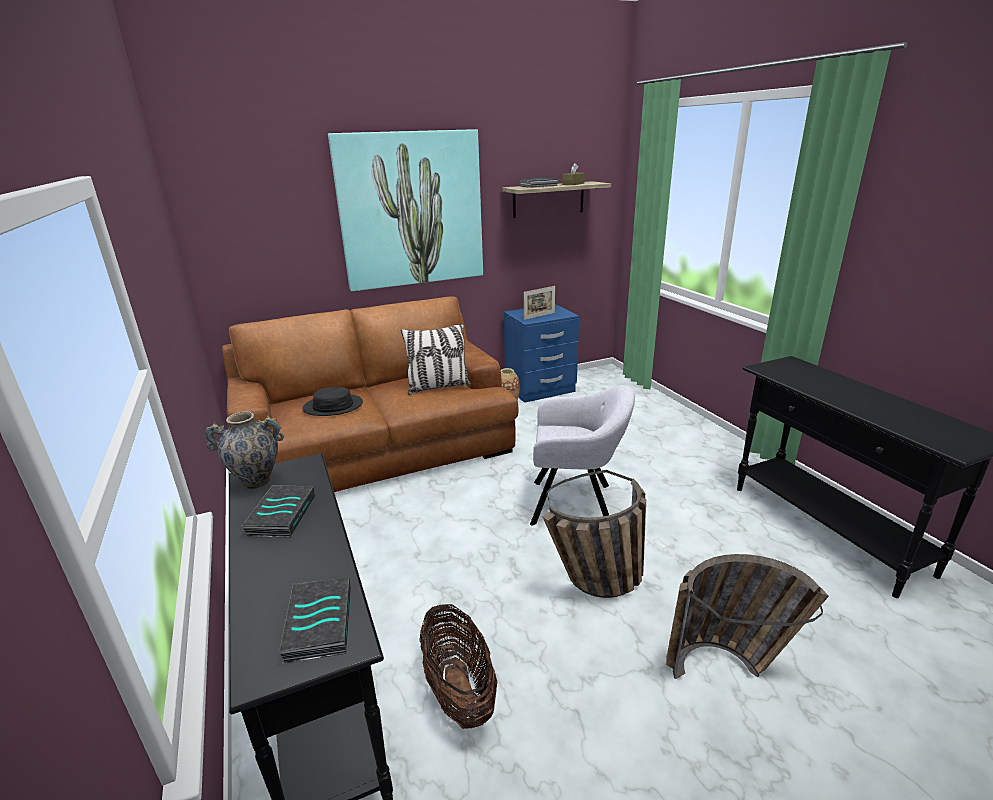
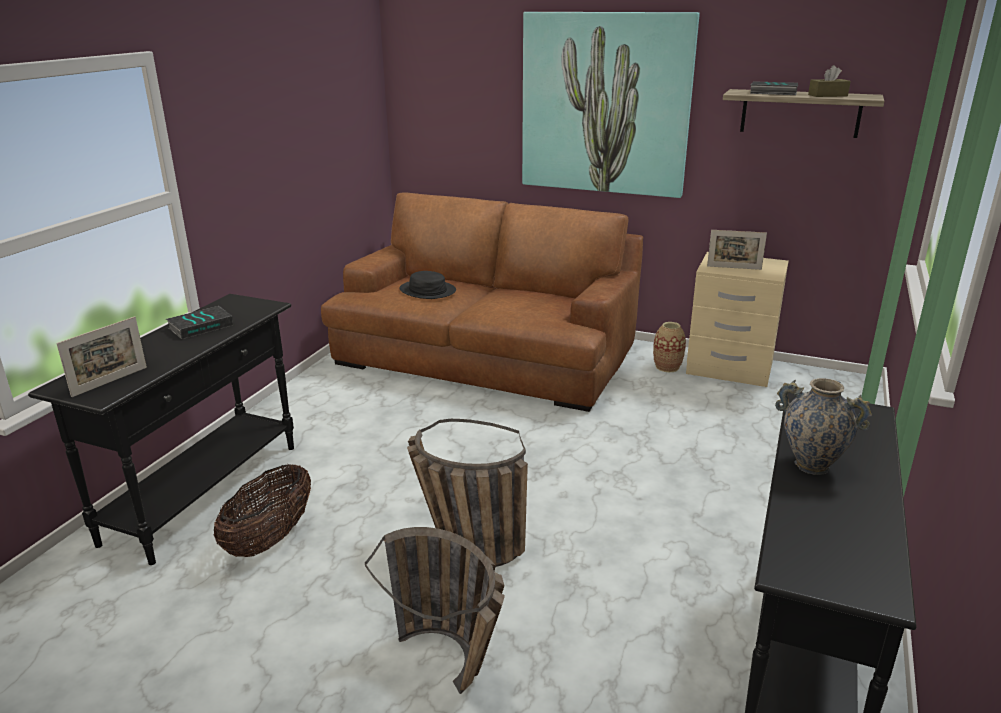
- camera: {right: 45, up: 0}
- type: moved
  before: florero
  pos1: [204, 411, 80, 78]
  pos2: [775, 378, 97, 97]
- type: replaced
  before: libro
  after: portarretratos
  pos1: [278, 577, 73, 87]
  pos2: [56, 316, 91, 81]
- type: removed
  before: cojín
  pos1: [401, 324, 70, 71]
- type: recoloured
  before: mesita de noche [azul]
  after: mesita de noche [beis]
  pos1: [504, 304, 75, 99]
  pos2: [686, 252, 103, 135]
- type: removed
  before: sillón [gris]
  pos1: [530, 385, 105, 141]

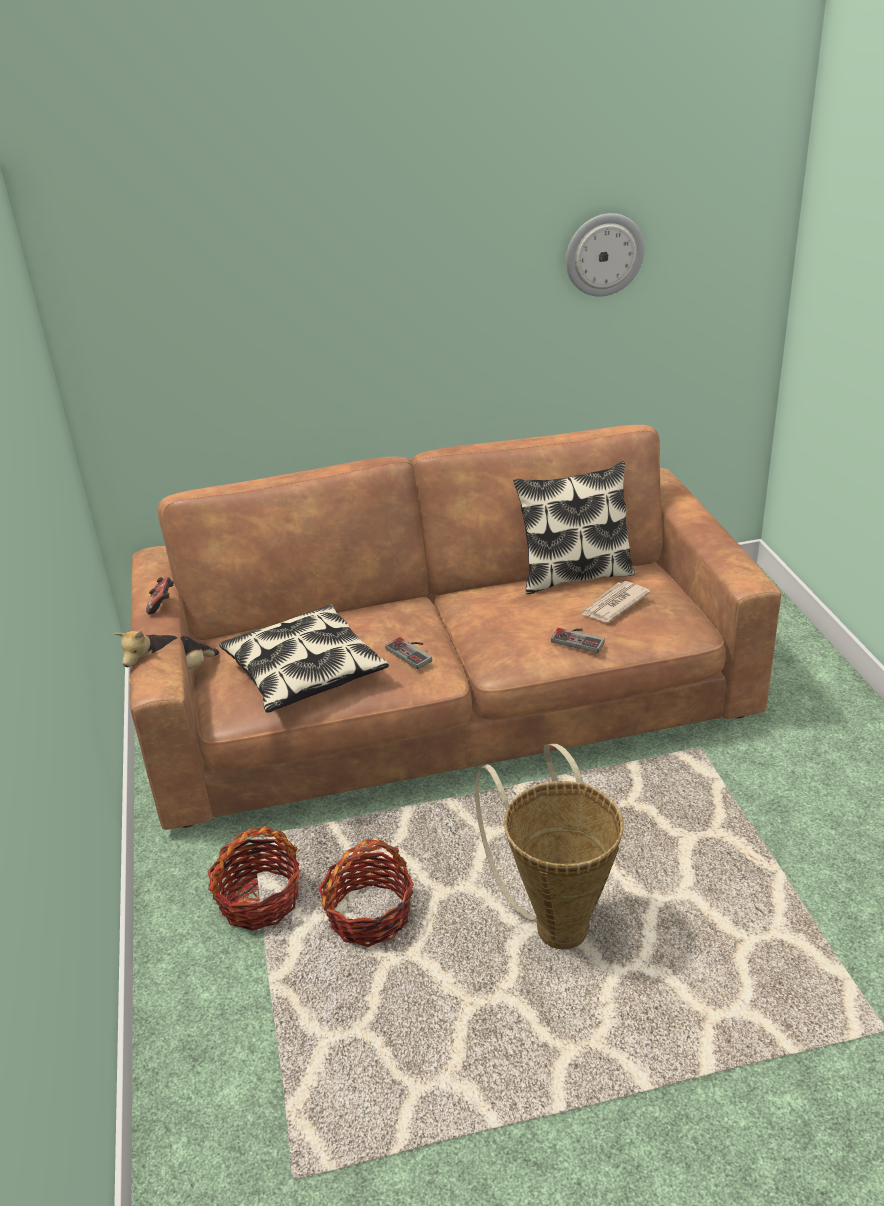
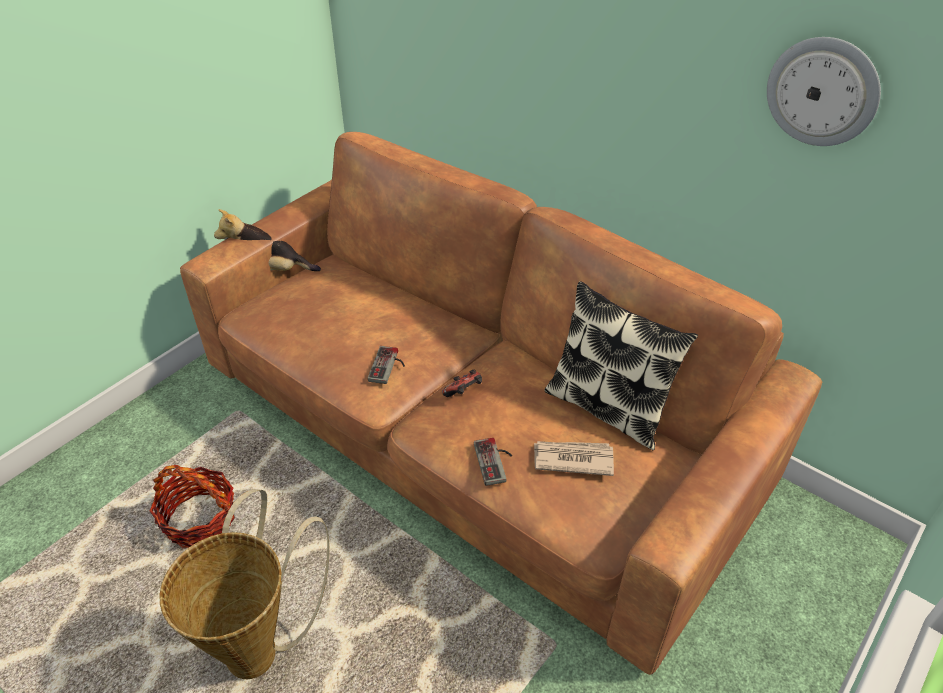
- camera: {right: 50, up: 10}
- type: moved
  before: mando de consola
  pos1: [146, 577, 28, 38]
  pos2: [442, 369, 40, 28]
- type: removed
  before: cesta
  pos1: [208, 826, 92, 105]
- type: removed
  before: cojín
  pos1: [219, 604, 170, 109]

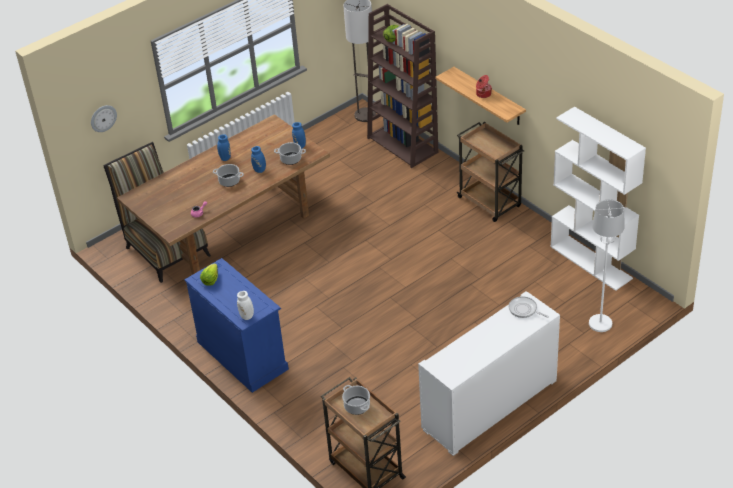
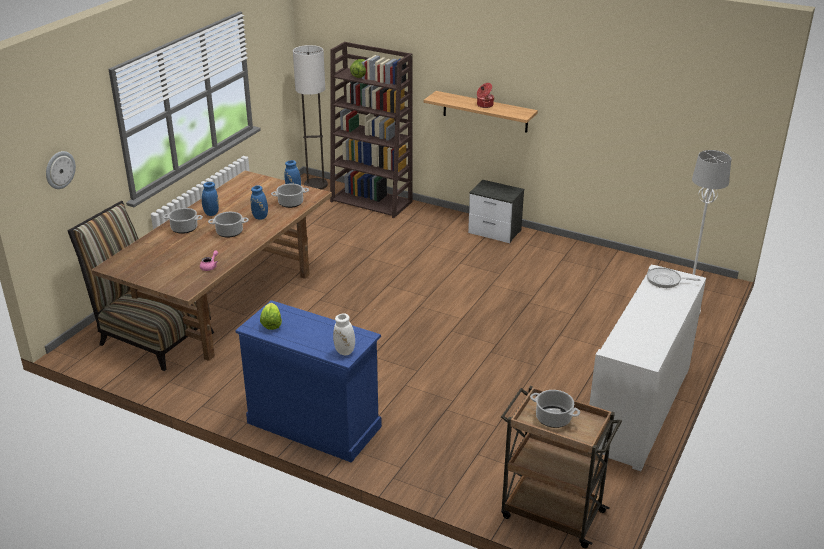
- camera: {right: -25, up: -10}
- type: replaced
  before: carrito [marrón]
  after: mesita de noche
  pos1: [456, 122, 68, 100]
  pos2: [468, 180, 56, 63]
- type: removed
  before: estantería [blanco]
  pos1: [551, 107, 95, 184]
- type: added
  after: olla
  pos2: [163, 208, 40, 26]

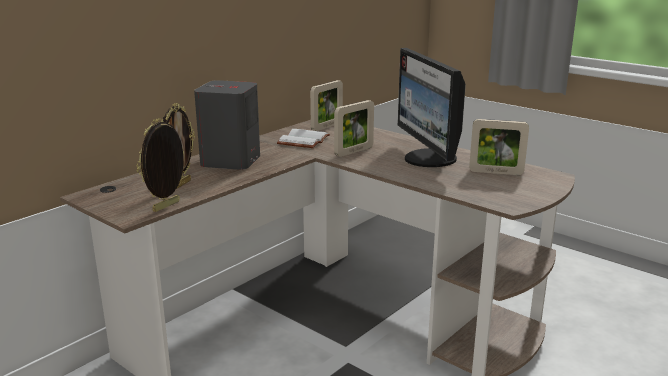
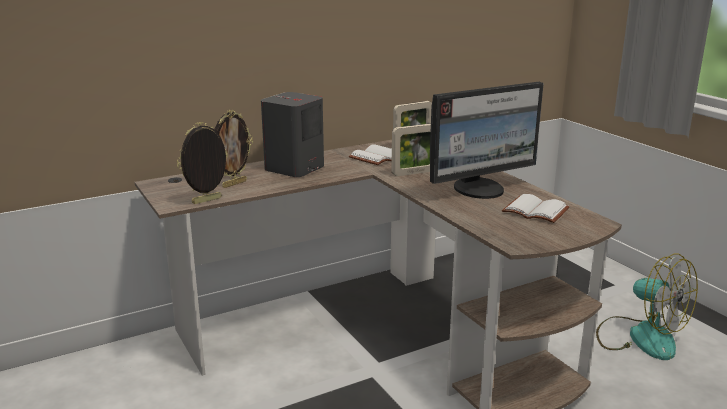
- camera: {right: 20, up: 0}
- type: turned
  before: monitor
  pos1: [398, 48, 68, 119]
  pos2: [430, 82, 114, 117]
  turn: -120
- type: replaced
  before: portarretratos
  after: libro [blanco]
  pos1: [469, 119, 60, 56]
  pos2: [502, 194, 68, 29]
- type: added
  after: ventilador
  pos2: [596, 254, 102, 106]

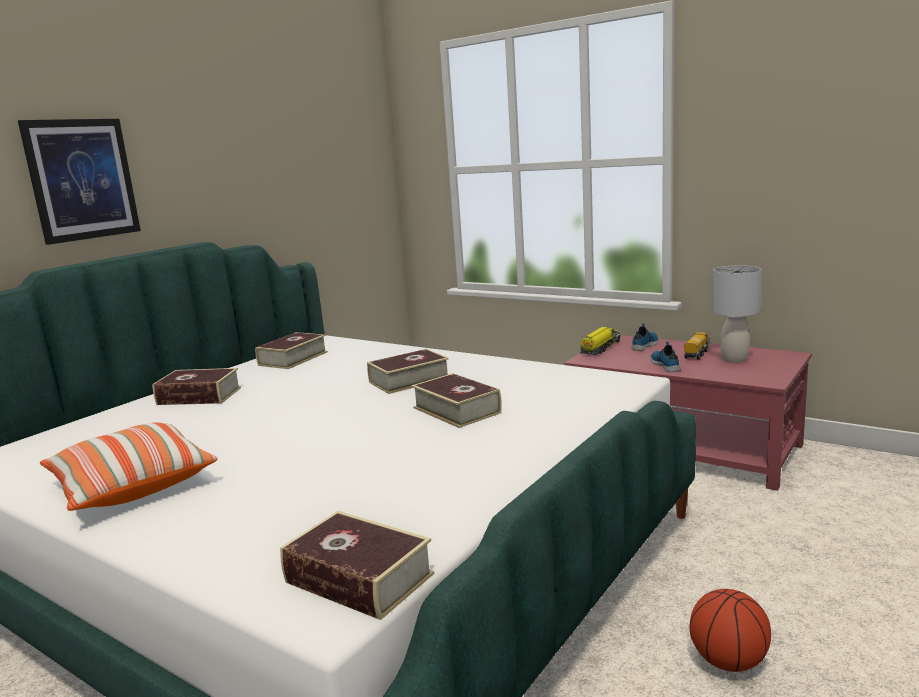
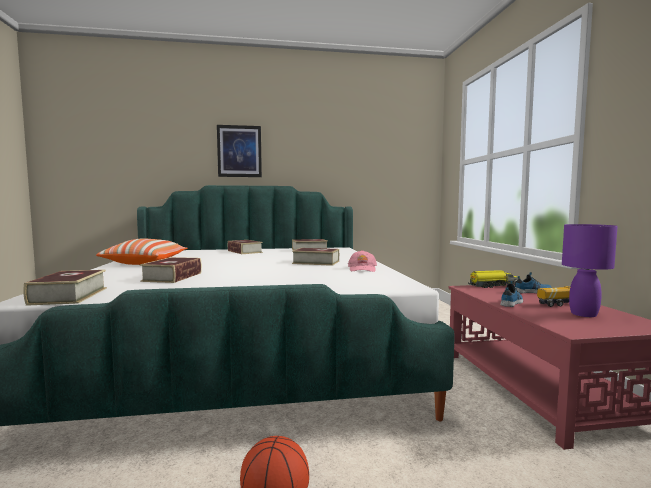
- camera: {right: 45, up: -10}
- type: moved
  before: libro
  pos1: [411, 373, 91, 55]
  pos2: [140, 257, 62, 26]
- type: recoloured
  before: lámpara de mesa [gris]
  after: lámpara de mesa [morado]
  pos1: [712, 265, 50, 98]
  pos2: [562, 224, 56, 93]
- type: added
  after: gorra [rosa]
  pos2: [348, 250, 29, 22]

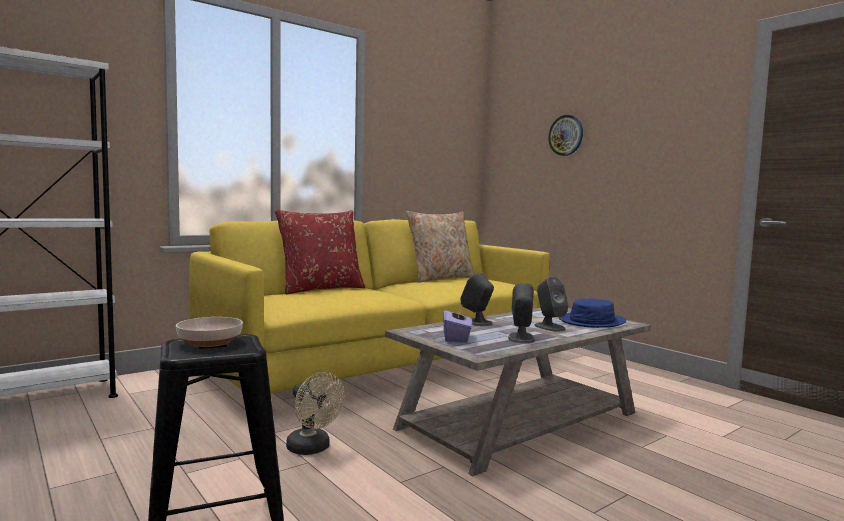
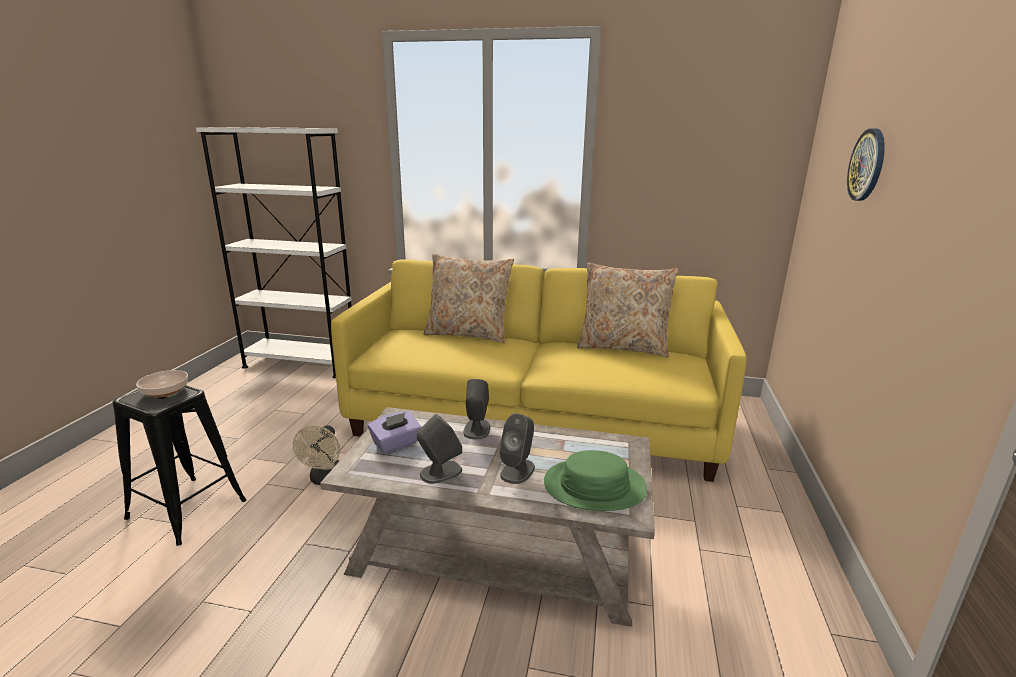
- camera: {right: 50, up: 15}
- type: recoloured
  before: cojín [rojo]
  after: cojín [beis]
  pos1: [275, 210, 91, 85]
  pos2: [424, 254, 90, 89]
- type: recoloured
  before: sombrero [azul]
  after: sombrero [verde]
  pos1: [559, 298, 67, 30]
  pos2: [544, 450, 103, 61]

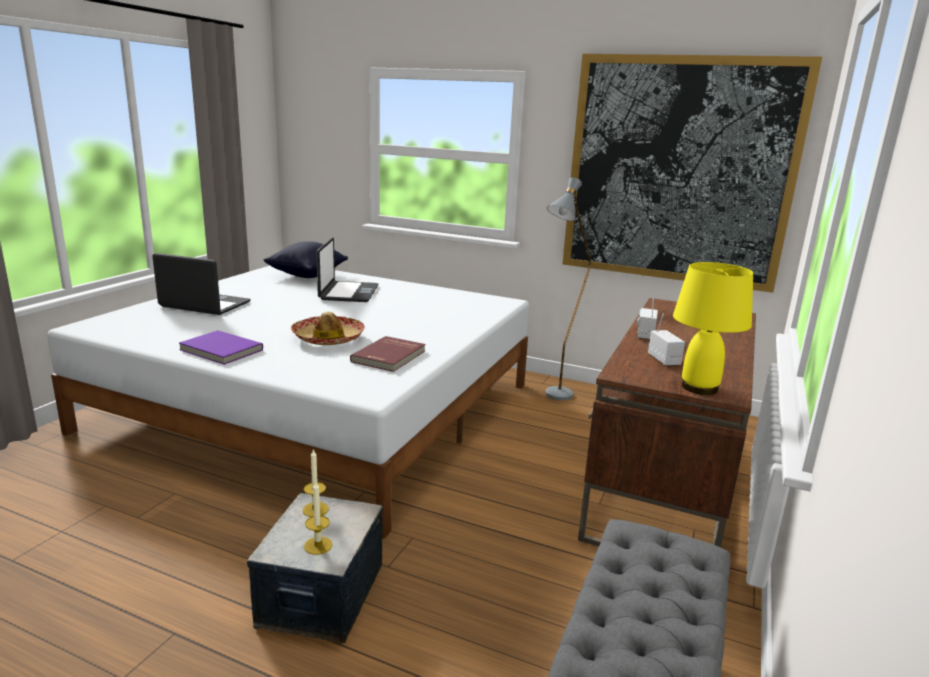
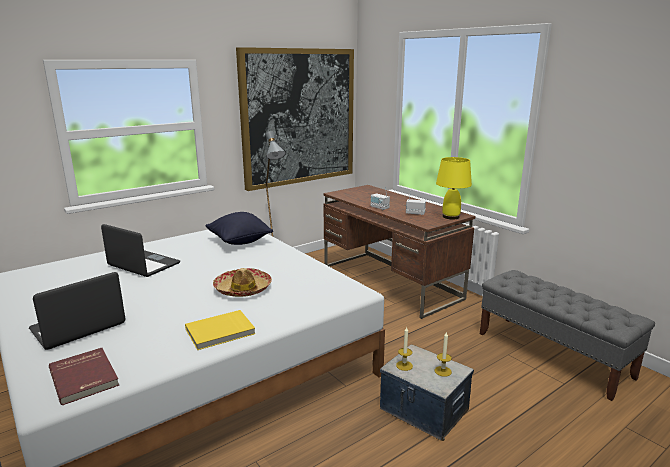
- camera: {right: -60, up: 0}
- type: recoloured
  before: libro [morado]
  after: libro [amarillo]
  pos1: [179, 330, 84, 35]
  pos2: [185, 310, 71, 40]
- type: moved
  before: cojín [negro]
  pos1: [264, 241, 84, 37]
  pos2: [205, 212, 68, 33]
- type: moved
  before: libro [rojo]
  pos1: [350, 336, 75, 36]
  pos2: [49, 348, 70, 57]

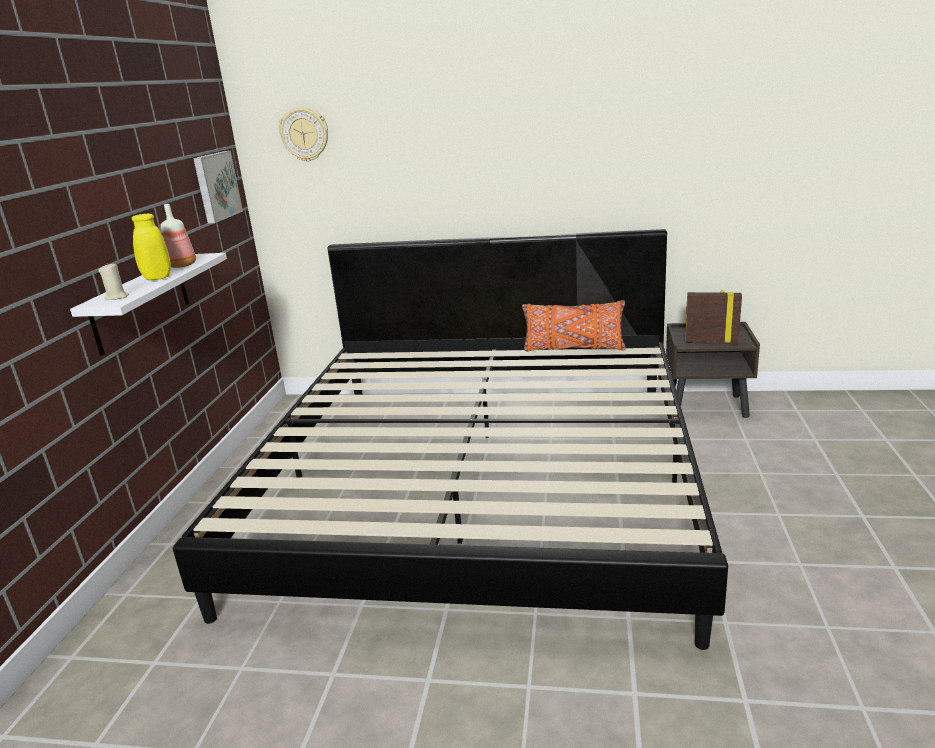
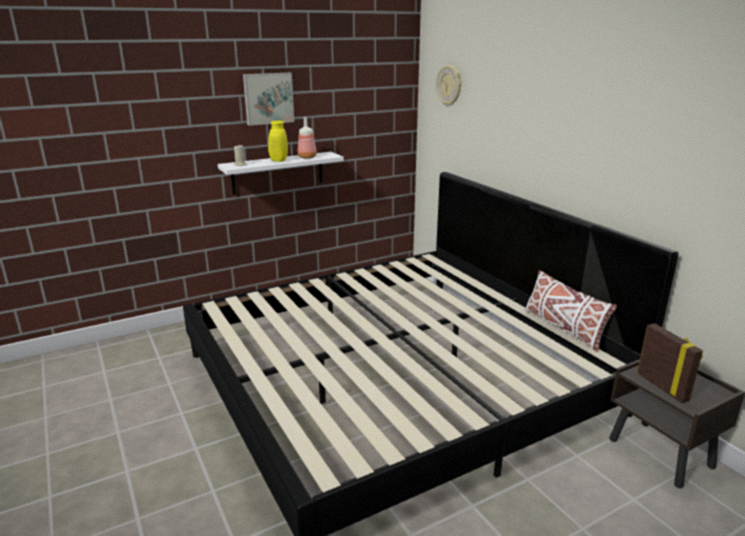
- camera: {right: 50, up: 0}
- type: moved
  before: cuadro
  pos1: [193, 151, 50, 72]
  pos2: [243, 73, 51, 53]
- type: recoloured
  before: cojín [naranja]
  after: cojín [blanco]
  pos1: [522, 300, 104, 52]
  pos2: [525, 270, 92, 82]

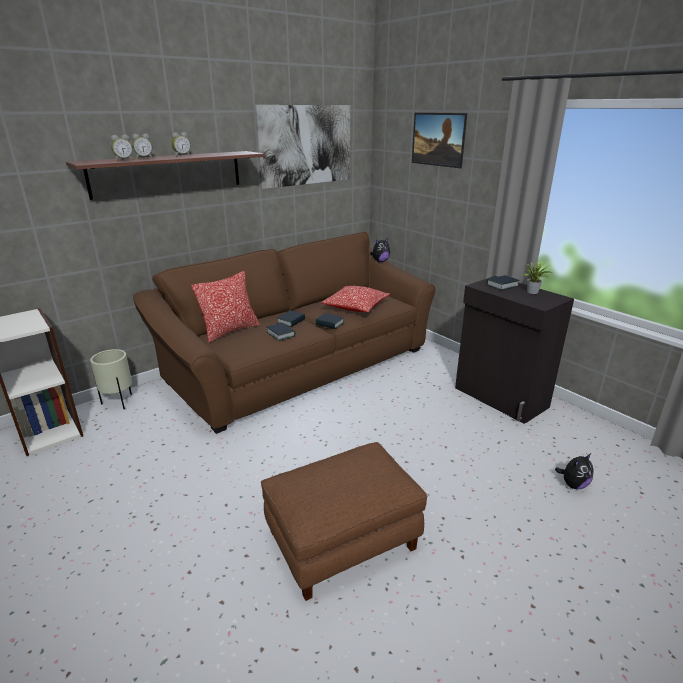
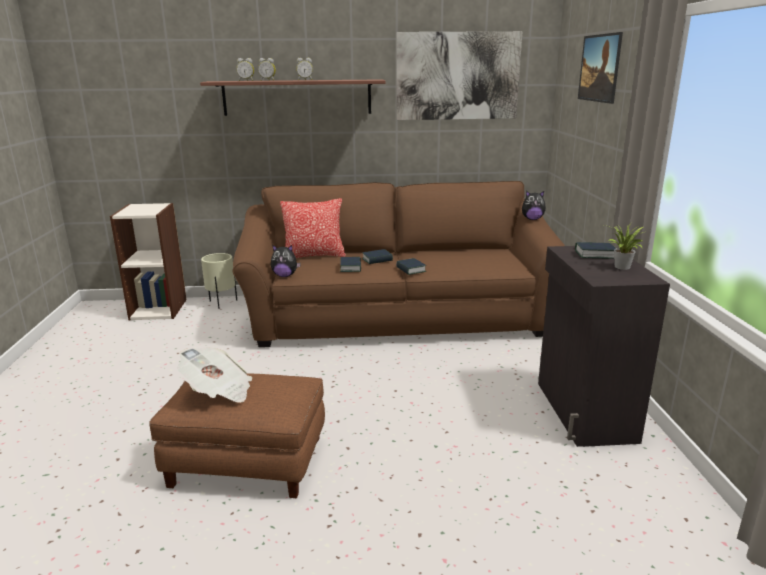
- camera: {right: 35, up: -5}
- type: removed
  before: cojín
  pos1: [321, 286, 69, 26]
- type: moved
  before: peluche
  pos1: [555, 453, 39, 36]
  pos2: [271, 245, 30, 32]
- type: added
  after: periódico
  pos2: [177, 347, 75, 56]

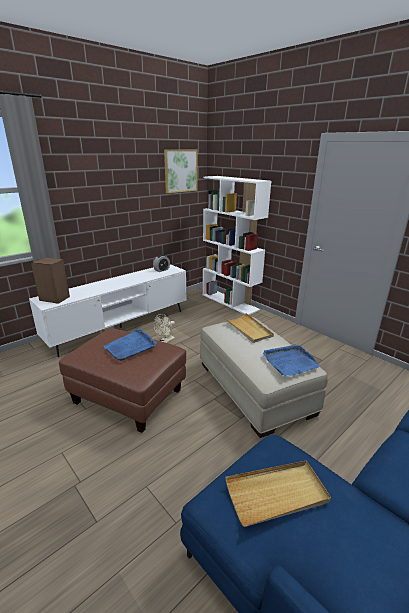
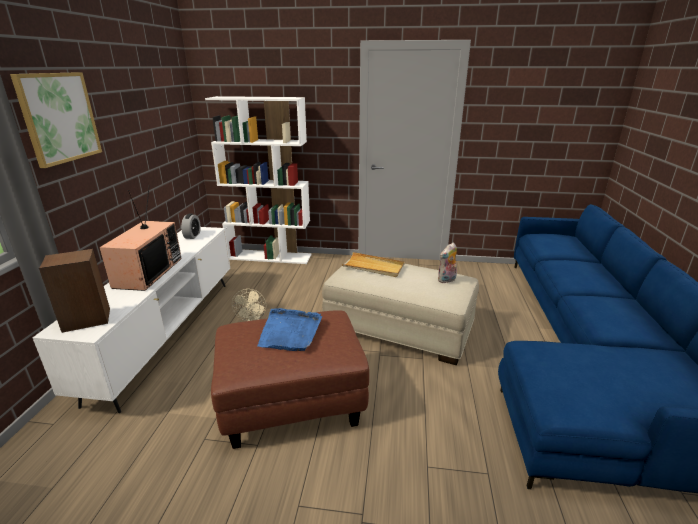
- camera: {right: -40, up: 0}
- type: moved
  before: cuadro
  pos1: [164, 149, 34, 44]
  pos2: [10, 72, 92, 96]
- type: removed
  before: bandeja [beis]
  pos1: [225, 461, 106, 66]
- type: replaced
  before: bandeja [azul]
  after: peluche
  pos1: [263, 345, 57, 31]
  pos2: [438, 243, 19, 40]
- type: added
  after: televisor
  pos2: [99, 188, 83, 103]

